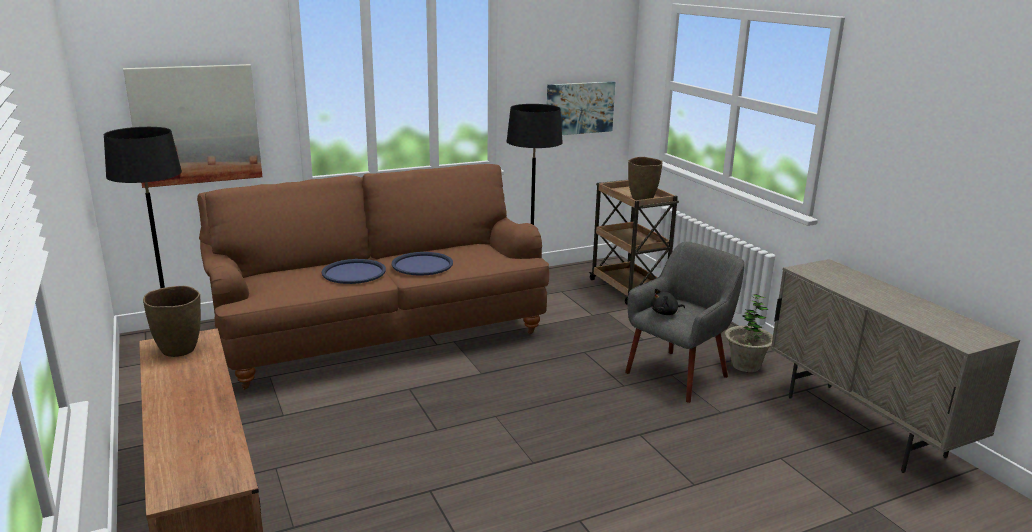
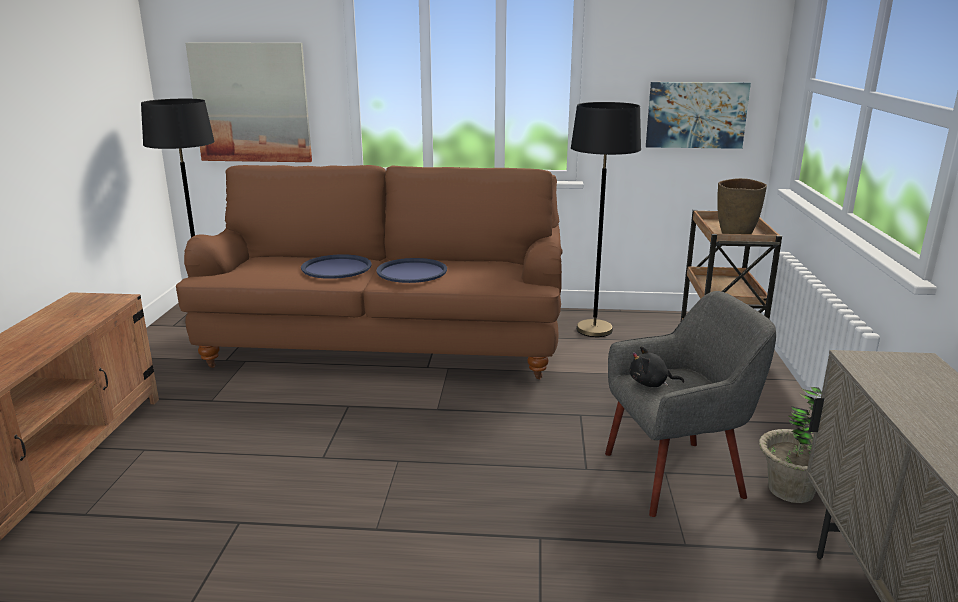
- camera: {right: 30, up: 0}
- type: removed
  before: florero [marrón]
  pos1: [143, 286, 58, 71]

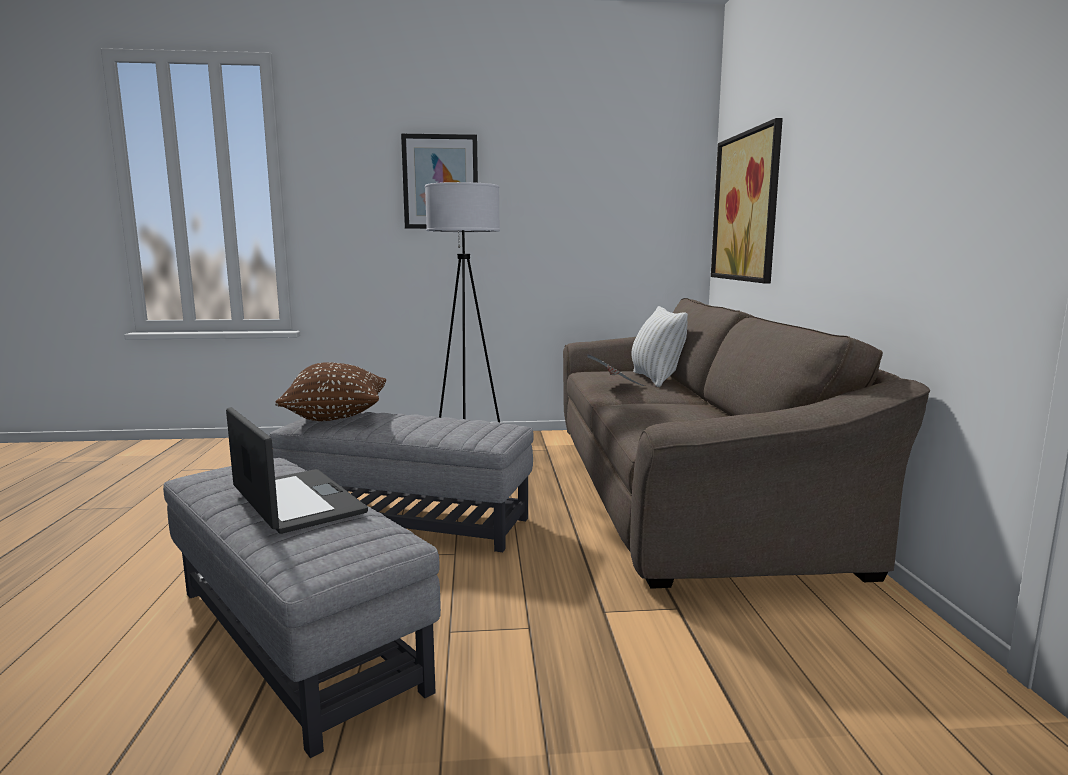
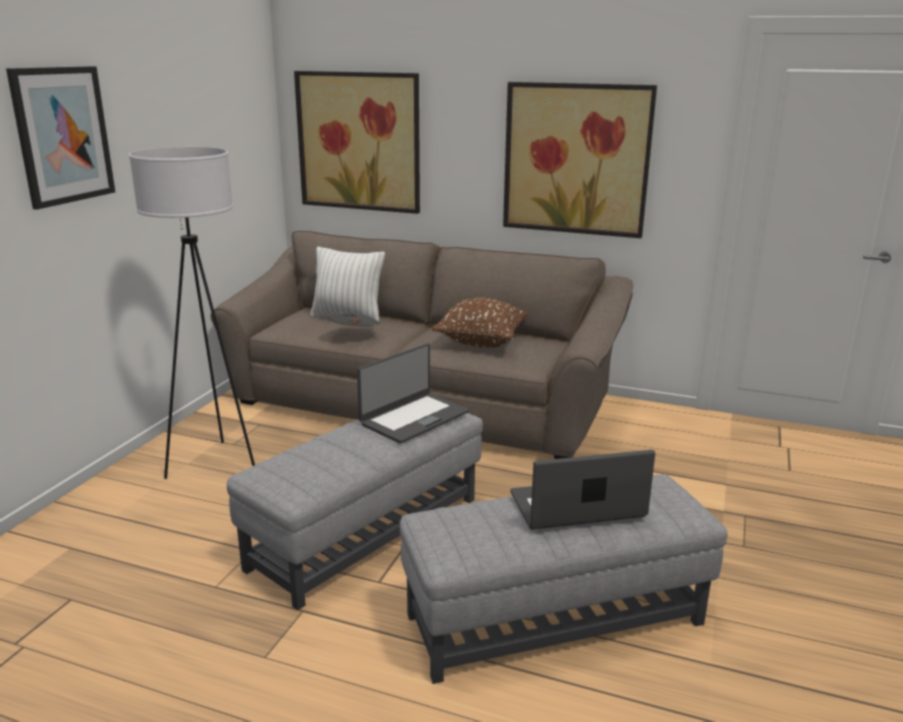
- camera: {right: -65, up: 10}
- type: moved
  before: cojín [marrón]
  pos1: [275, 362, 111, 59]
  pos2: [432, 298, 96, 50]
- type: added
  after: portátil
  pos2: [357, 343, 112, 101]
- type: added
  after: cuadro
  pos2: [503, 82, 154, 156]

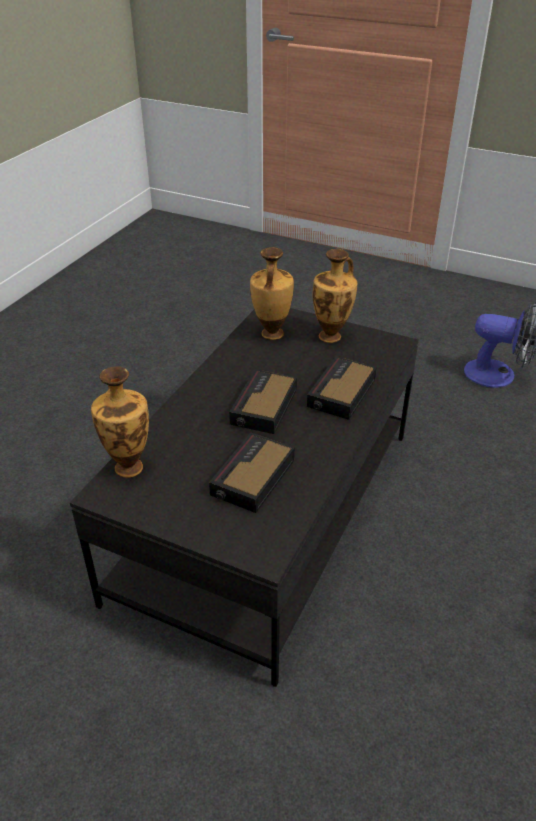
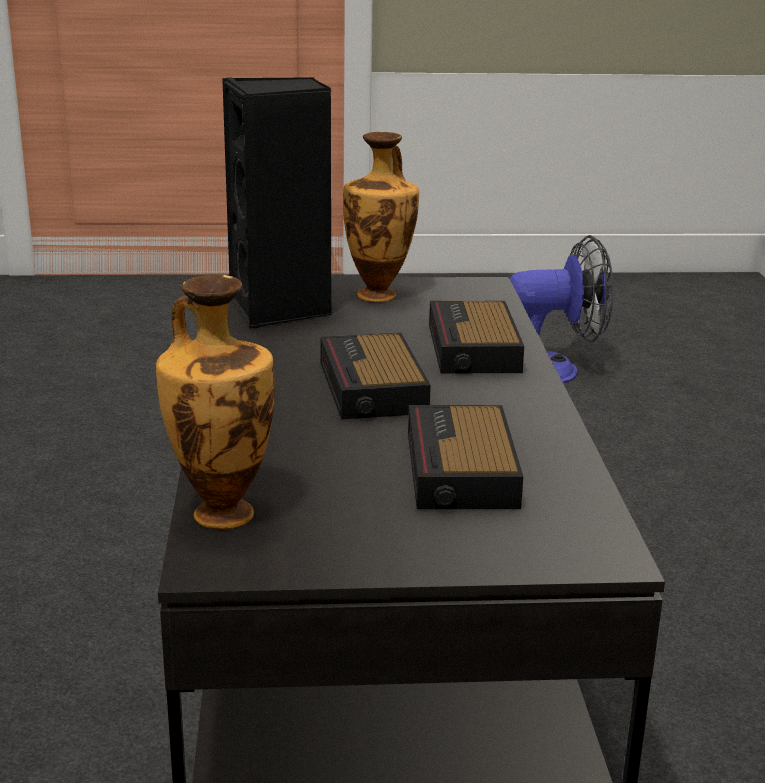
- camera: {right: -30, up: -15}
- type: replaced
  before: florero
  after: altavoz [negro]
  pos1: [250, 247, 44, 93]
  pos2: [222, 77, 110, 251]

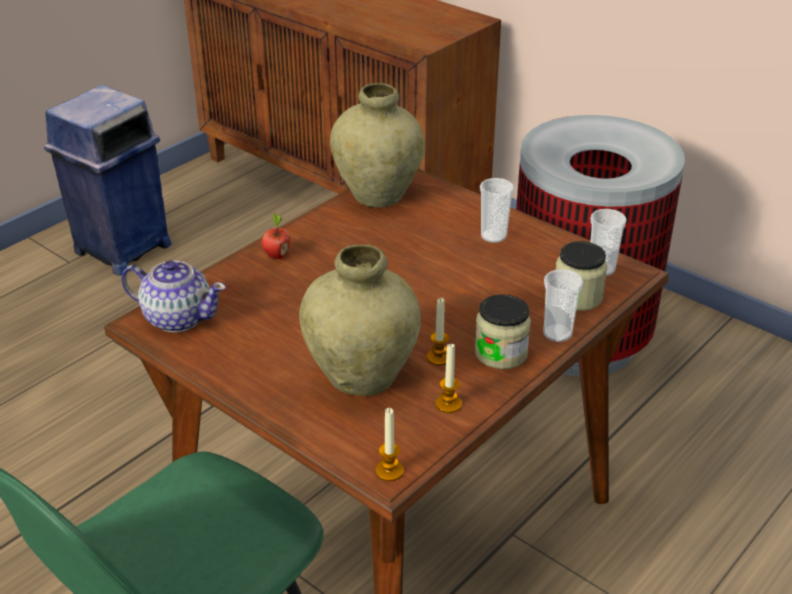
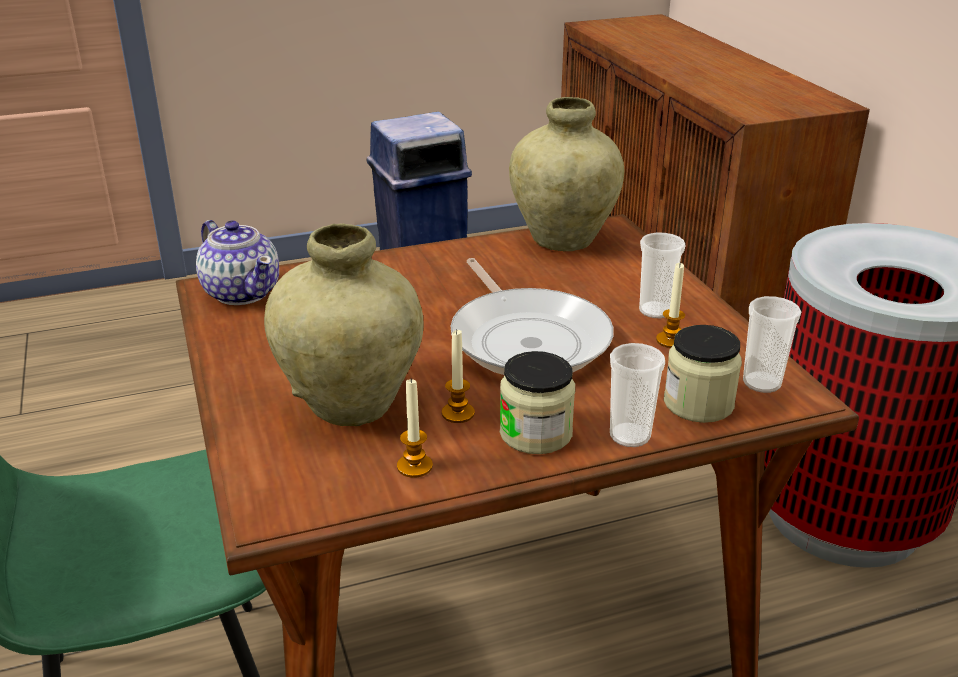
- camera: {right: 30, up: -5}
- type: removed
  before: manzana
  pos1: [262, 213, 28, 46]
- type: moved
  before: vela
  pos1: [375, 408, 29, 73]
  pos2: [656, 263, 29, 85]
- type: added
  after: sartén
  pos2: [451, 258, 163, 117]

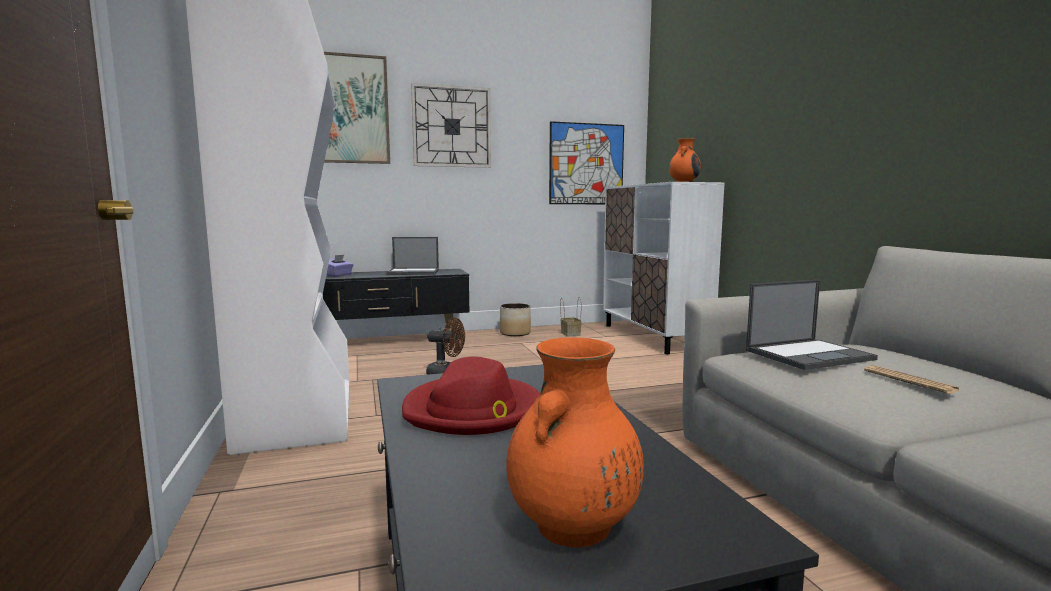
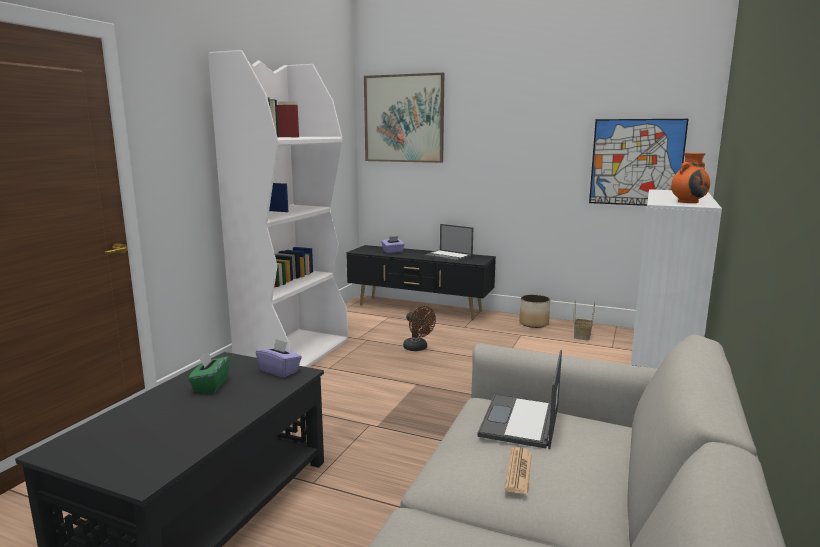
- camera: {right: 40, up: 5}
- type: replaced
  before: sombrero [rojo]
  after: caja de pañuelos [verde]
  pos1: [402, 357, 138, 78]
  pos2: [188, 351, 42, 42]
- type: removed
  before: reloj de pared
  pos1: [411, 83, 80, 85]
- type: removed
  before: florero [naranja]
  pos1: [506, 337, 138, 211]
- type: turned
  before: portátil
  pos1: [746, 280, 132, 90]
  pos2: [477, 350, 85, 99]
  turn: 90
- type: added
  after: caja de pañuelos [morado]
  pos2: [256, 339, 46, 38]

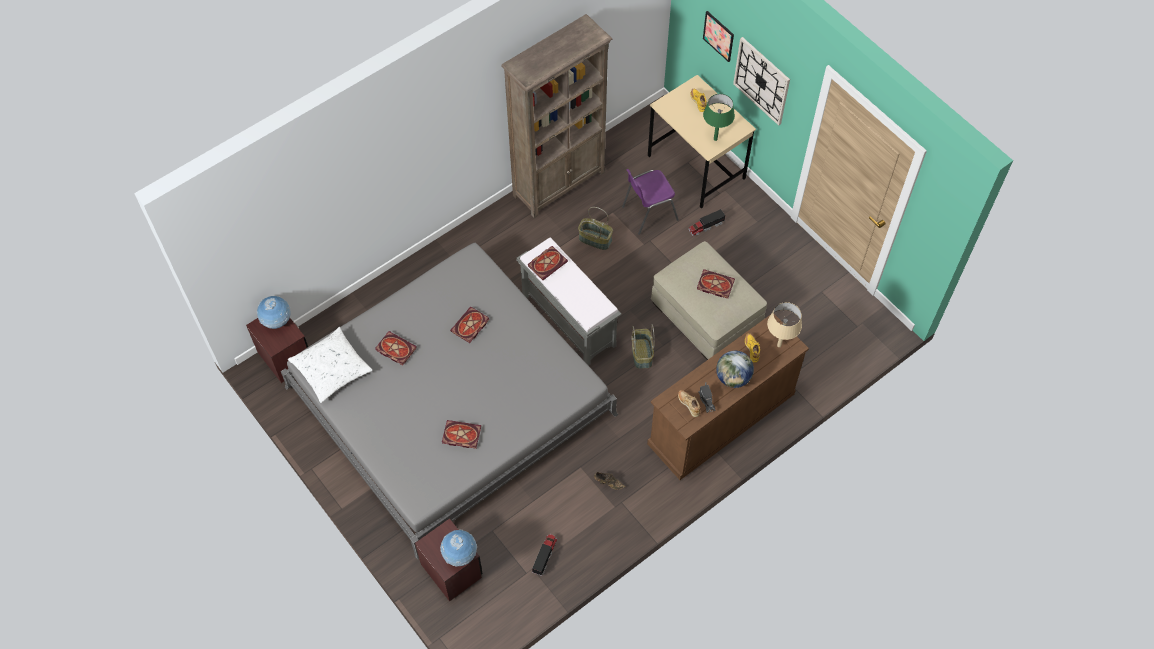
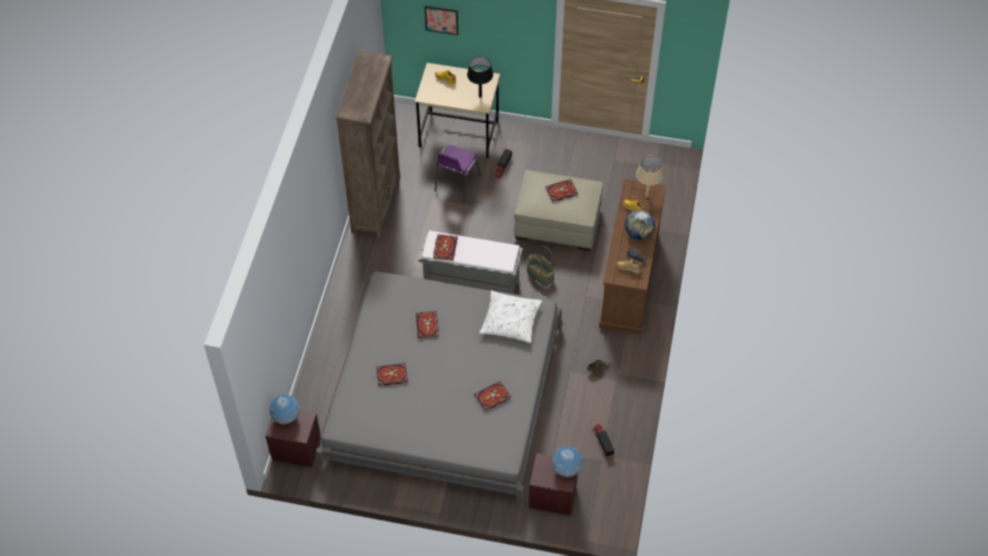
- camera: {right: -40, up: -5}
- type: moved
  before: cojín [blanco]
  pos1: [288, 327, 84, 76]
  pos2: [479, 291, 63, 52]
- type: removed
  before: cesta
  pos1: [578, 207, 35, 43]
- type: recoloured
  before: lámpara de mesa [verde]
  after: lámpara de mesa [negro]
  pos1: [703, 94, 32, 47]
  pos2: [467, 56, 26, 42]
- type: removed
  before: reloj de pared
  pos1: [733, 37, 57, 89]

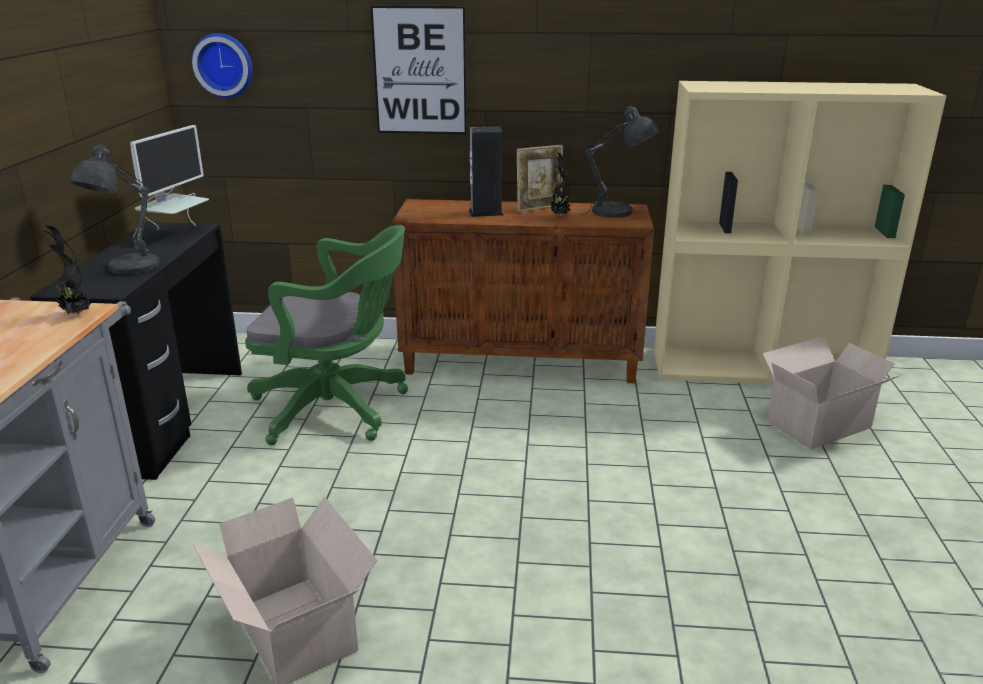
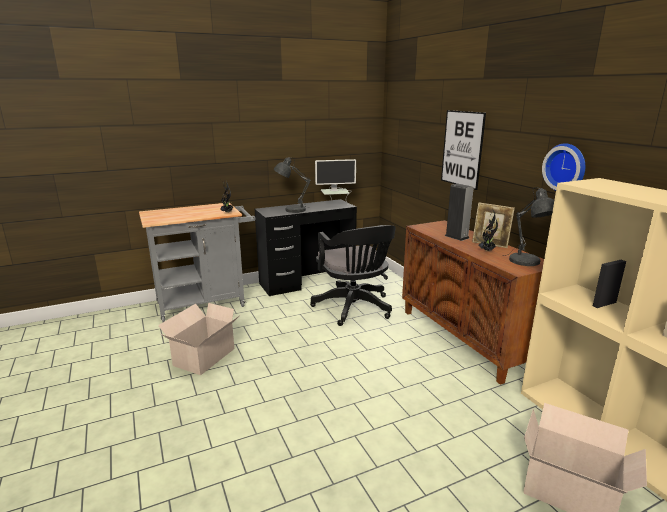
- camera: {right: 60, up: -5}
- type: moved
  before: reloj de pared
  pos1: [192, 33, 61, 65]
  pos2: [542, 143, 43, 48]
- type: recoloured
  before: silla de oficina [verde]
  after: silla de oficina [negro]
  pos1: [245, 225, 163, 220]
  pos2: [310, 225, 86, 101]

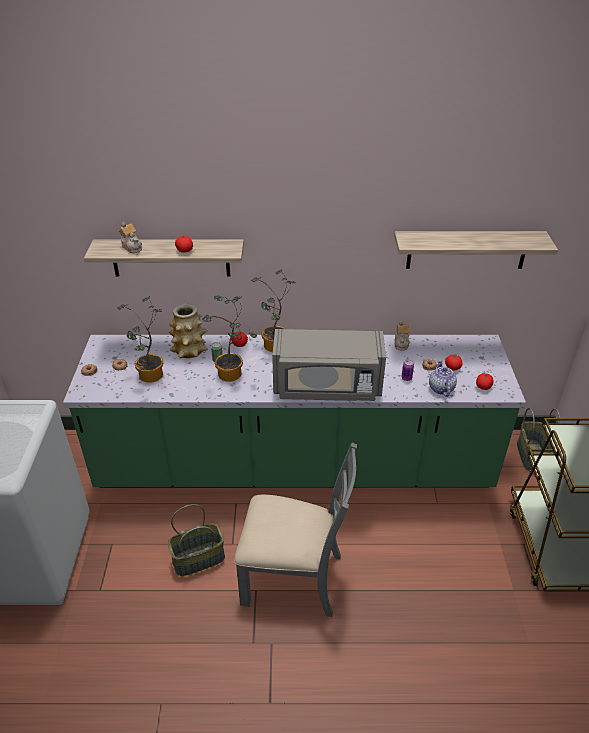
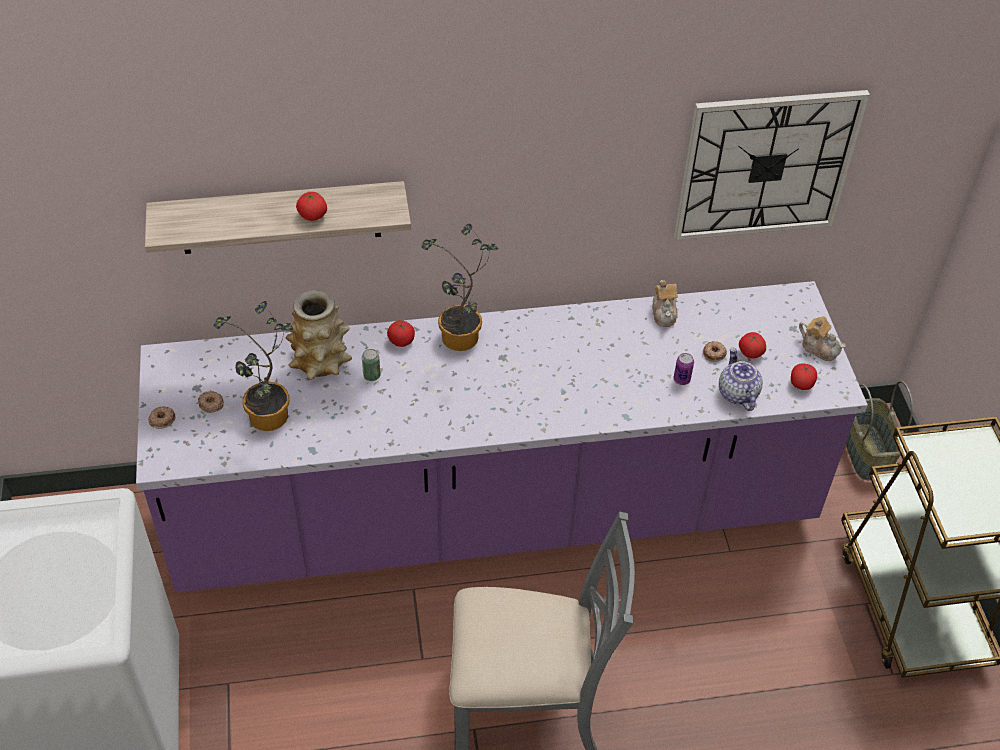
- camera: {right: -10, up: 10}
- type: recoloured
  before: mueble bajo de cocina [verde]
  after: mueble bajo de cocina [morado]
  pos1: [63, 335, 463, 153]
  pos2: [136, 281, 732, 312]
- type: moved
  before: tetera
  pos1: [119, 222, 23, 31]
  pos2: [799, 316, 47, 45]
- type: removed
  before: cesta
  pos1: [167, 504, 58, 72]
- type: removed
  before: planta en maceta
  pos1: [202, 295, 55, 87]
- type: removed
  before: microondas [gris]
  pos1: [272, 329, 114, 72]
- type: replaced
  before: estante
  after: reloj de pared
  pos1: [394, 231, 164, 38]
  pos2: [674, 90, 196, 150]

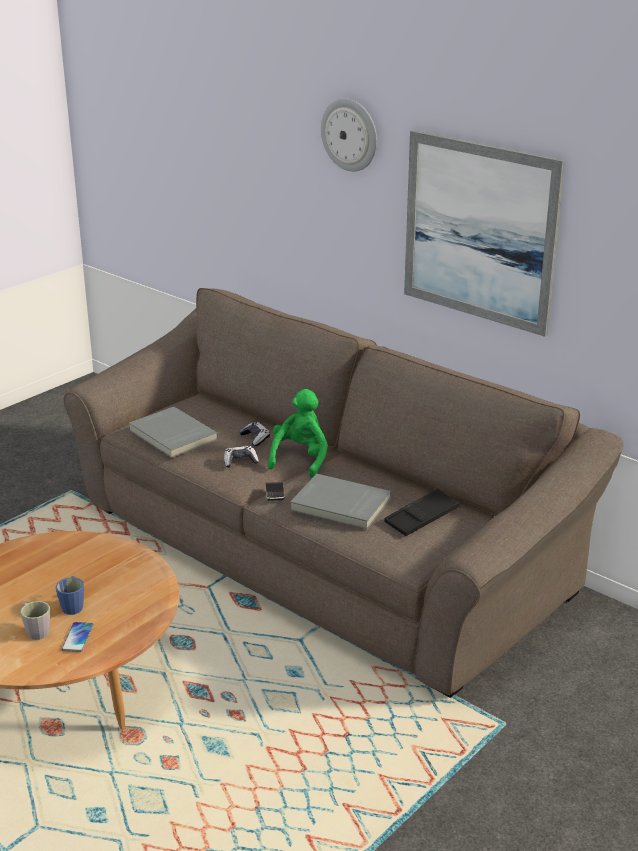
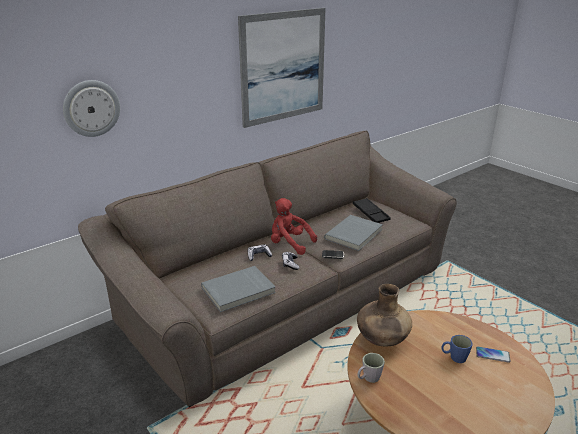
- camera: {right: -80, up: 0}
- type: moved
  before: taza grande [gris]
  pos1: [21, 601, 29, 39]
  pos2: [357, 353, 28, 30]
- type: recoloured
  before: peluche [verde]
  after: peluche [rojo]
  pos1: [268, 389, 60, 89]
  pos2: [271, 198, 46, 57]
- type: moved
  before: reloj de pared
  pos1: [321, 98, 56, 74]
  pos2: [63, 80, 57, 57]
- type: added
  after: florero [marrón]
  pos2: [357, 284, 55, 62]

